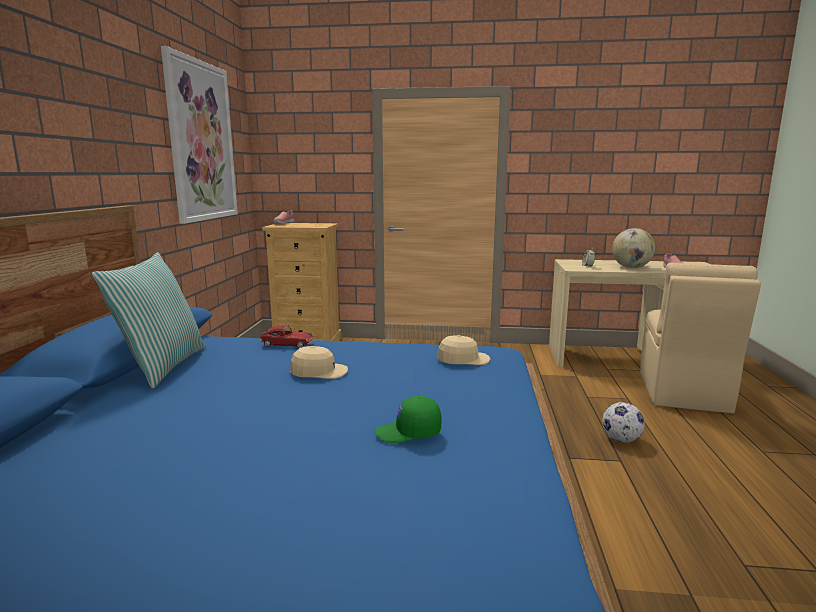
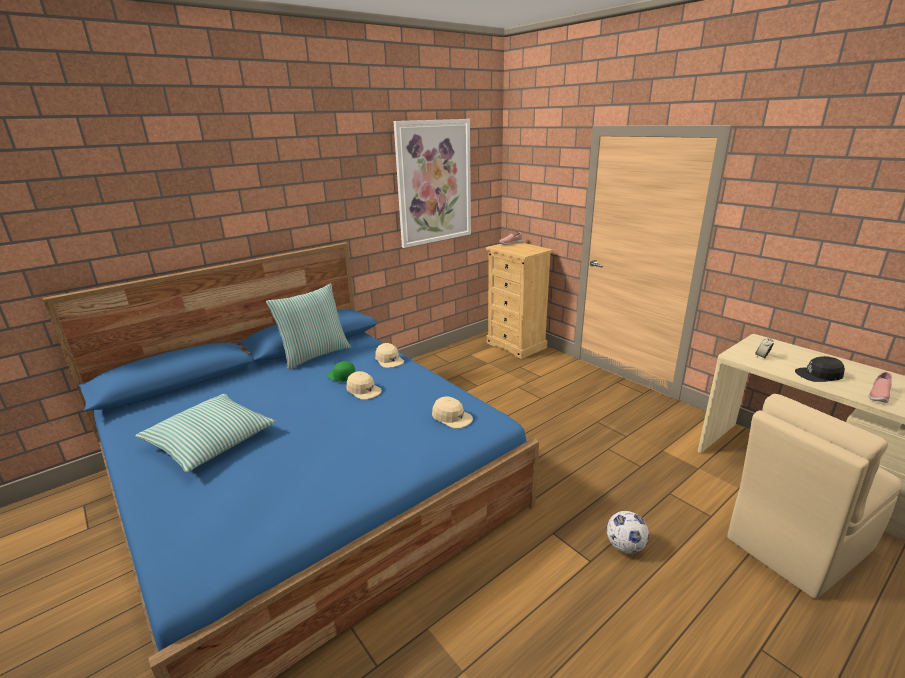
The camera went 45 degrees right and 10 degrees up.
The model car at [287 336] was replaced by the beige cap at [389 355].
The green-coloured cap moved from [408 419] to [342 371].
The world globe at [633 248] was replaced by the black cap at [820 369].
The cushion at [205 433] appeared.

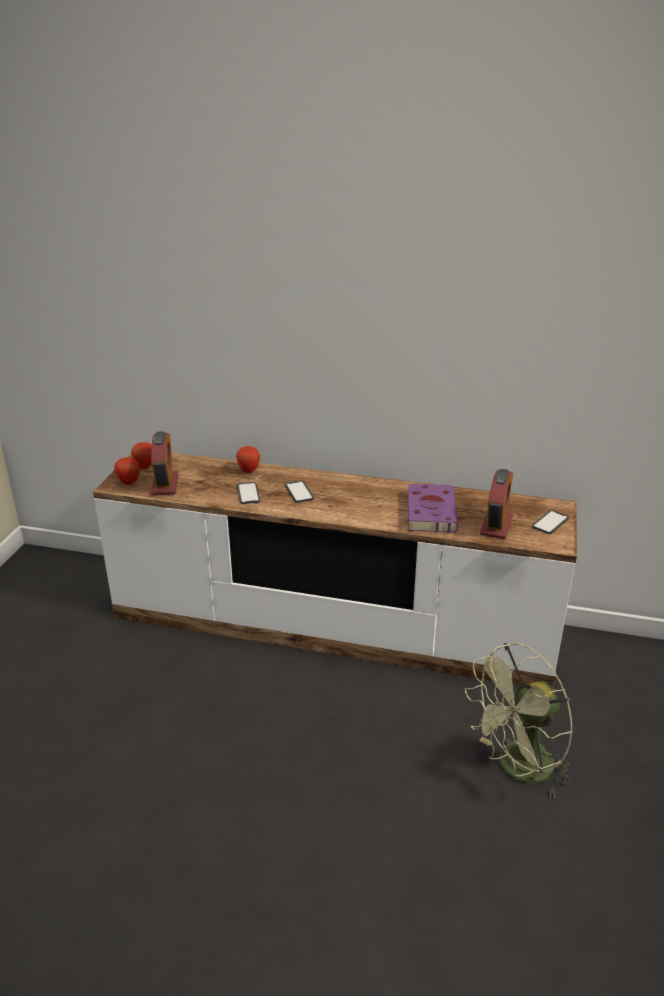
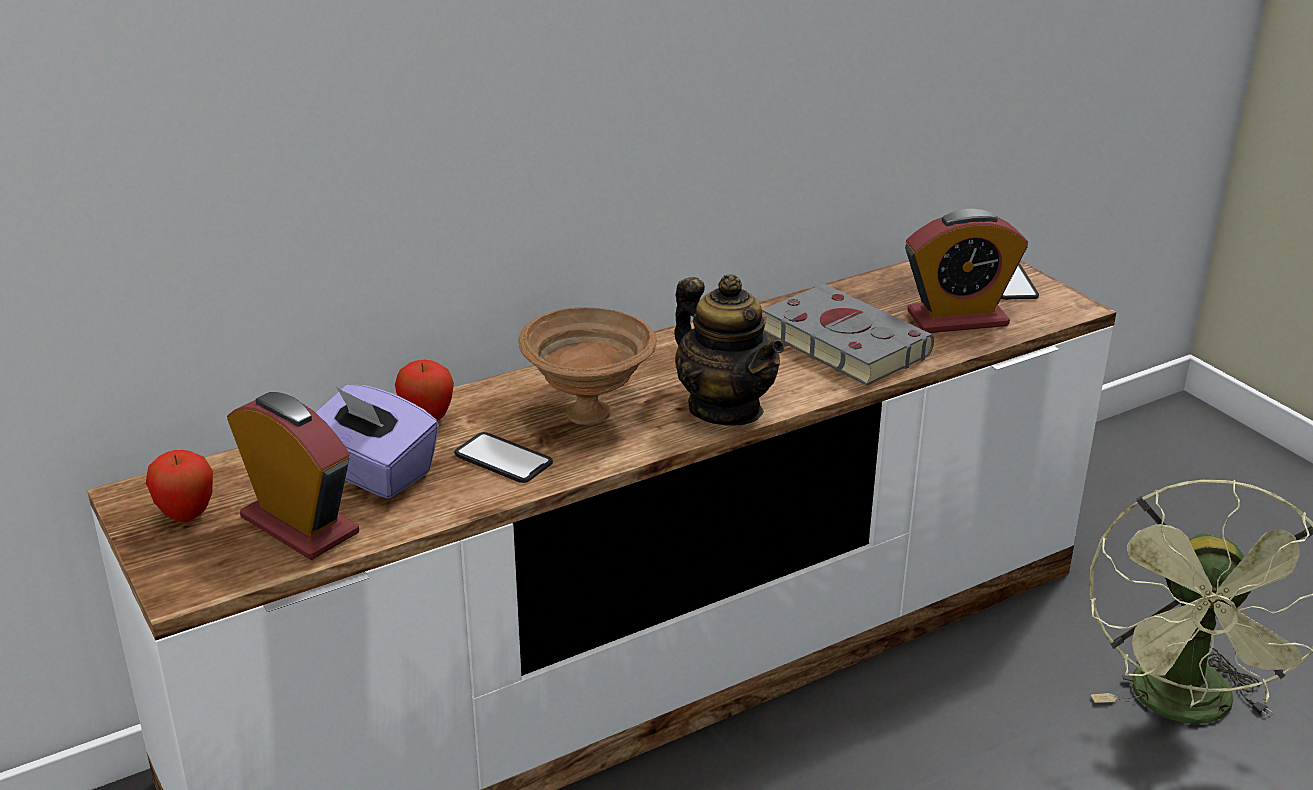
The camera went 45 degrees left and 0 degrees up.
The apple at [127 471] disappeared.
The telephone at [299 492] was replaced by the brown bowl at [587 366].
The purplish book at [433 508] became the gray book at [848 335].
The alarm clock at [496 504] turned 105 degrees clockwise.
The purplish tissue box at [377 442] appeared.
The pot for tea at [729 349] appeared.

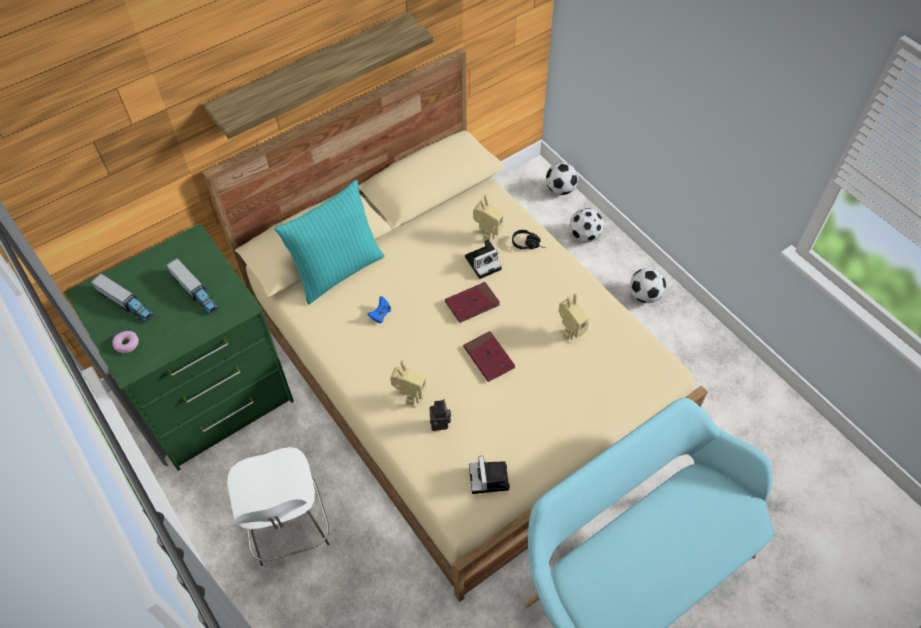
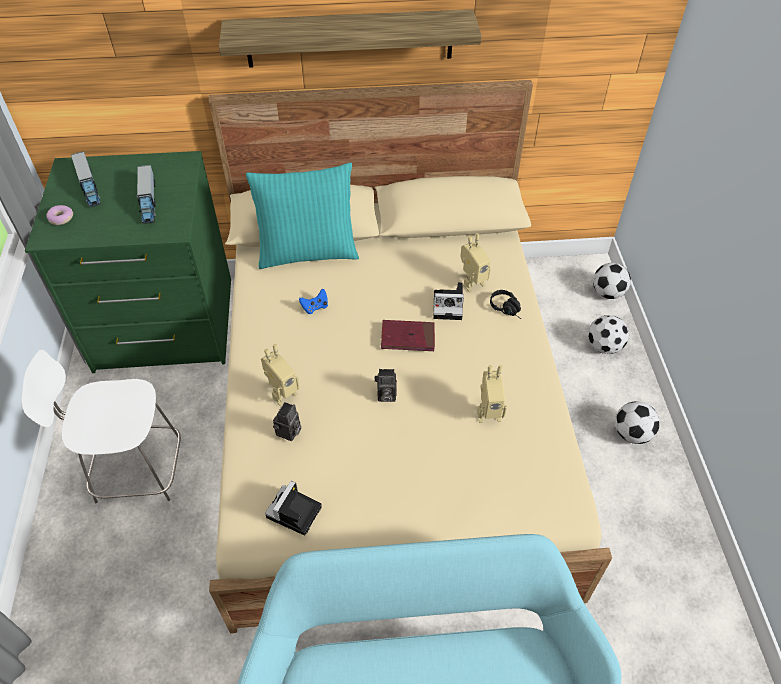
The camera went 30 degrees right and 5 degrees down.
The white-coloured chair at [279 508] turned 75 degrees clockwise.
The red-coloured book at [489 356] was replaced by the photo camera at [386 385].

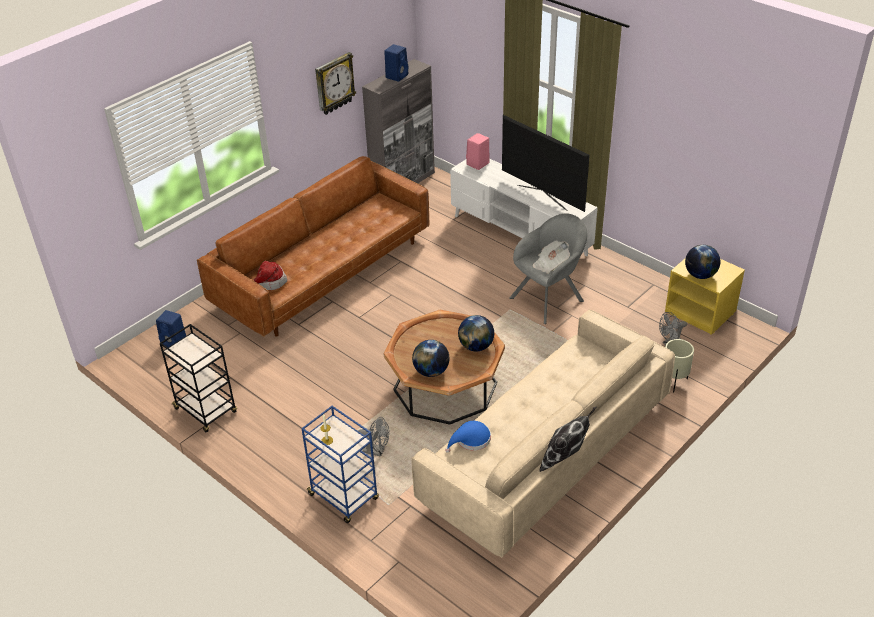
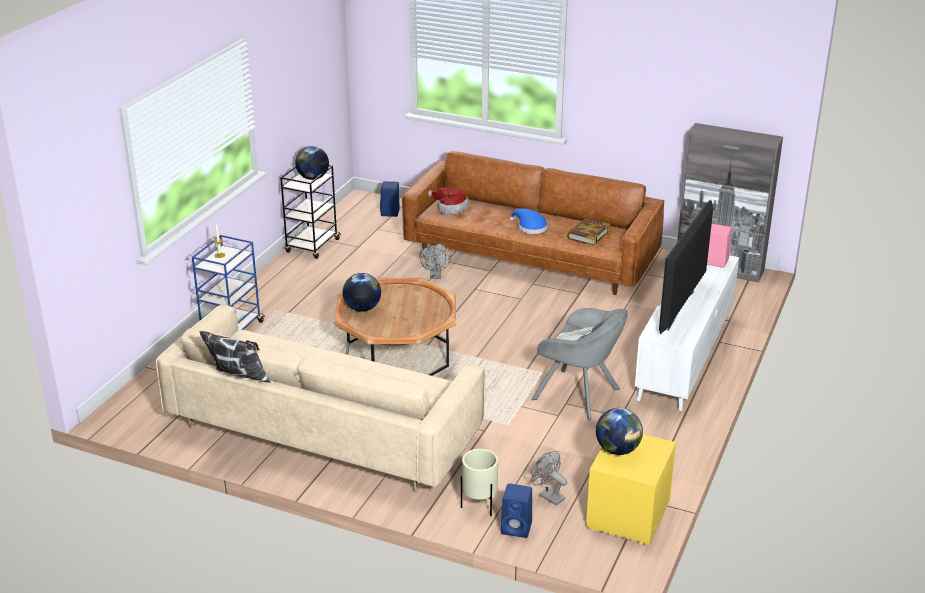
The camera went 70 degrees right and 10 degrees down.
The clock on the wall at [335 83] disappeared.
The gray electric fan moved from [374 437] to [435 260].
The bluish audio speaker moved from [396 63] to [516 511].
The bluish clothing hat moved from [468 437] to [528 221].
The world globe moved from [476 333] to [312 163].
The book at [588 232] appeared.

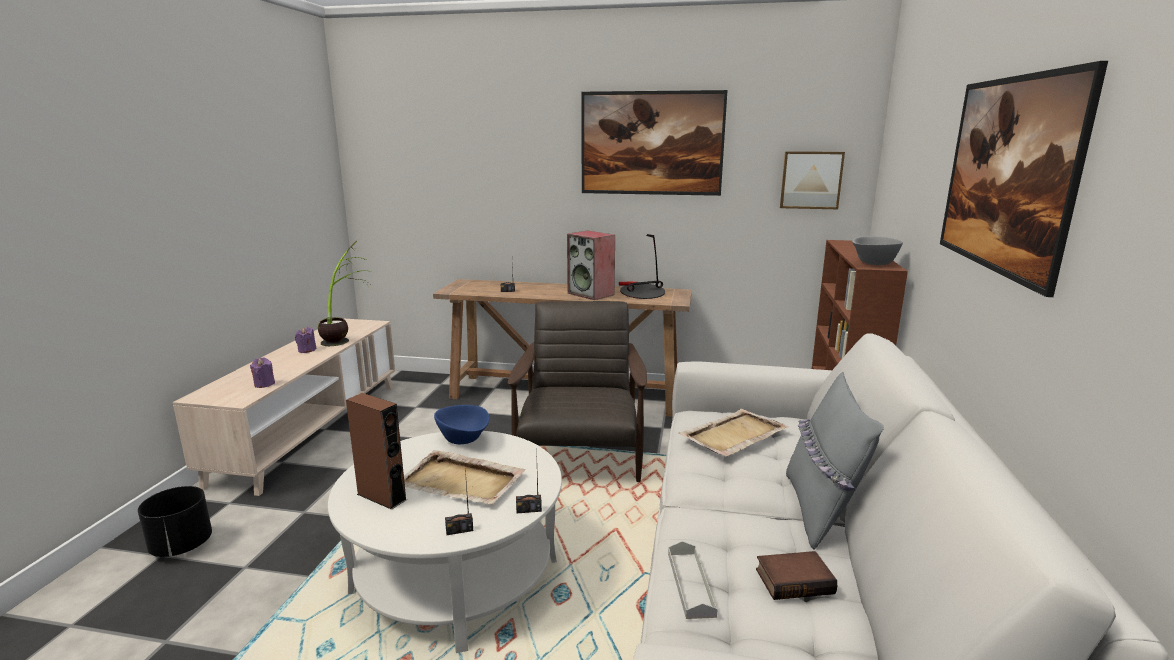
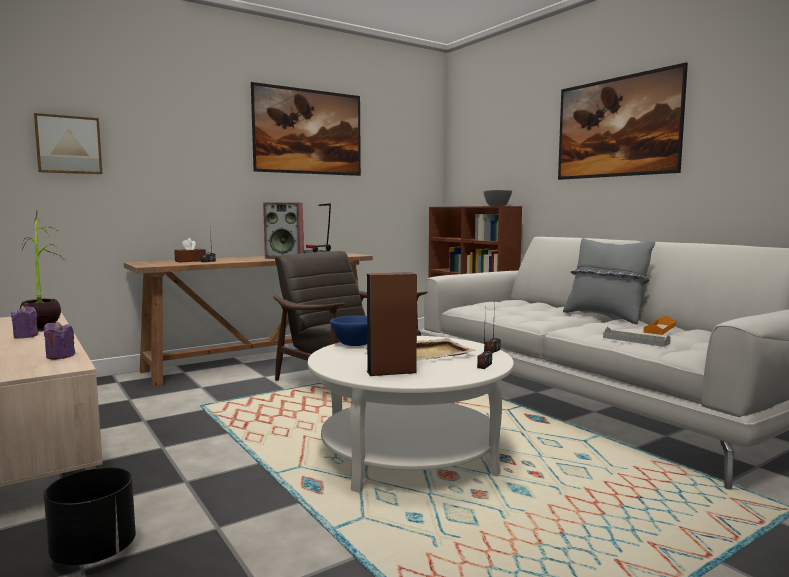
The camera went 45 degrees left and 10 degrees down.
The beige carrying tray at [734 432] disappeared.
The book at [796 575] was replaced by the orange-coloured carrying tray at [659 325].
The wall art moved from [812 180] to [68 143].
The brown tissue box at [190 250] appeared.

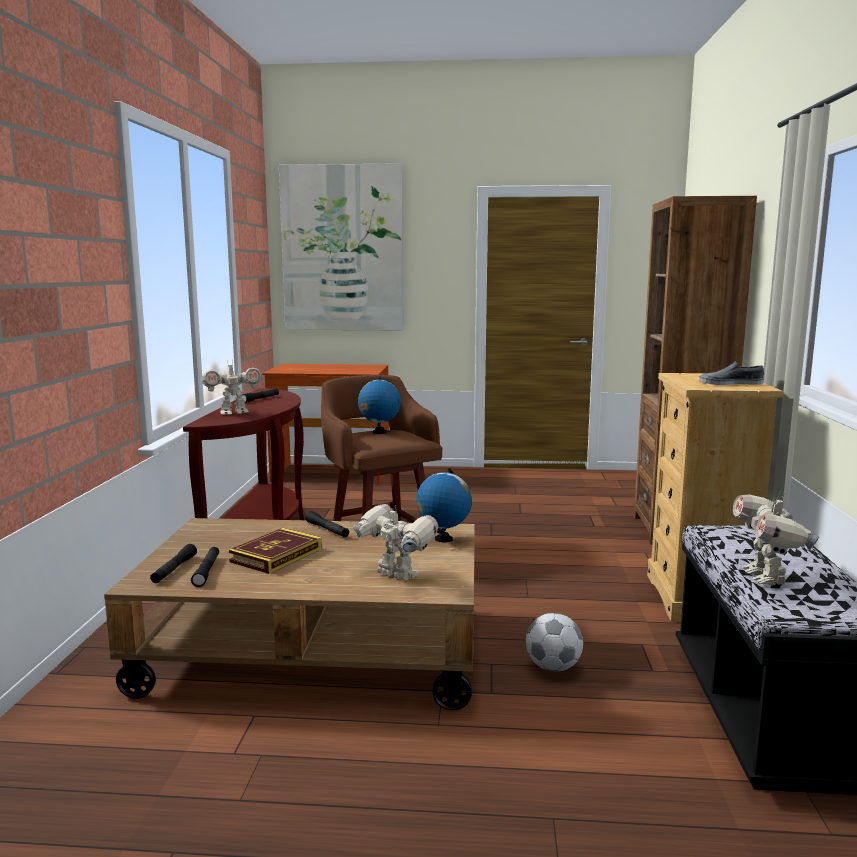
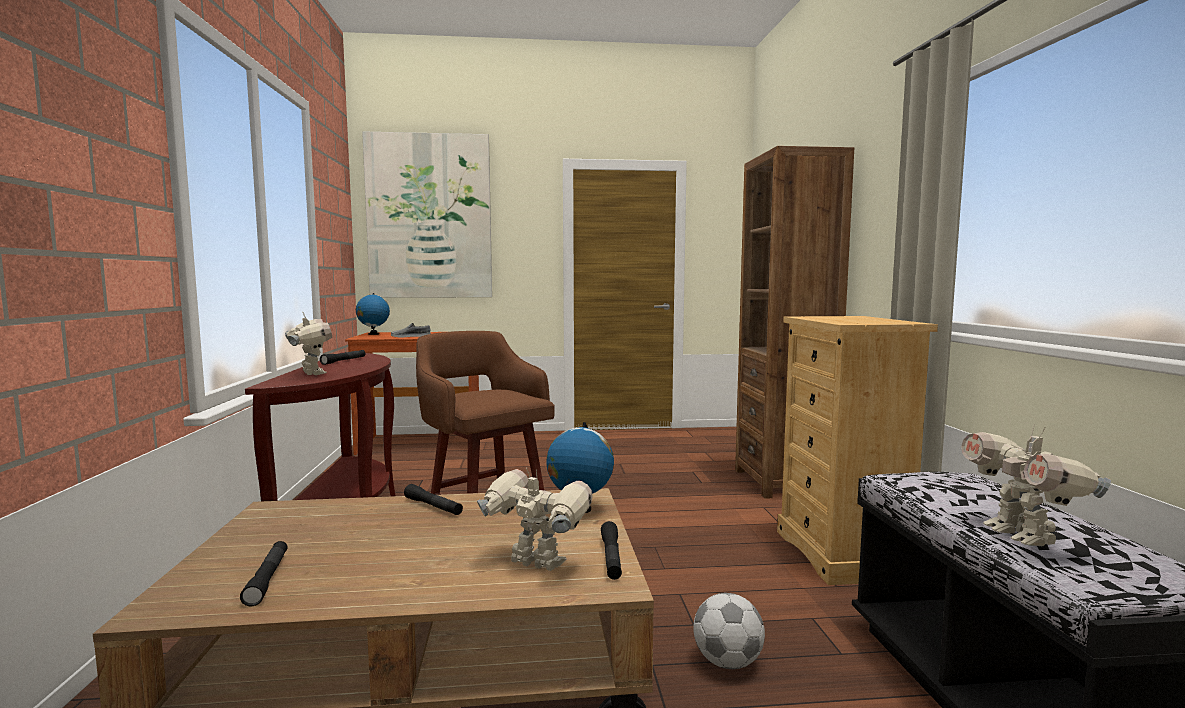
The camera went 10 degrees left and 5 degrees down.
The black flashlight moved from [173 563] to [611 550].
The robot figure at [231 387] turned 90 degrees counterclockwise.
The book at [275 551] disappeared.
The world globe moved from [379 405] to [373 314].
The gray low shoe moved from [731 373] to [411 330].

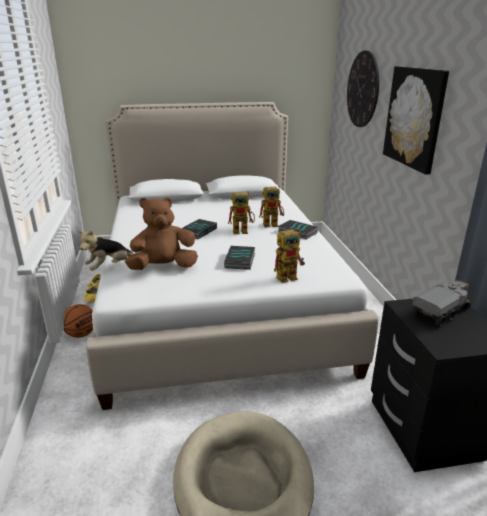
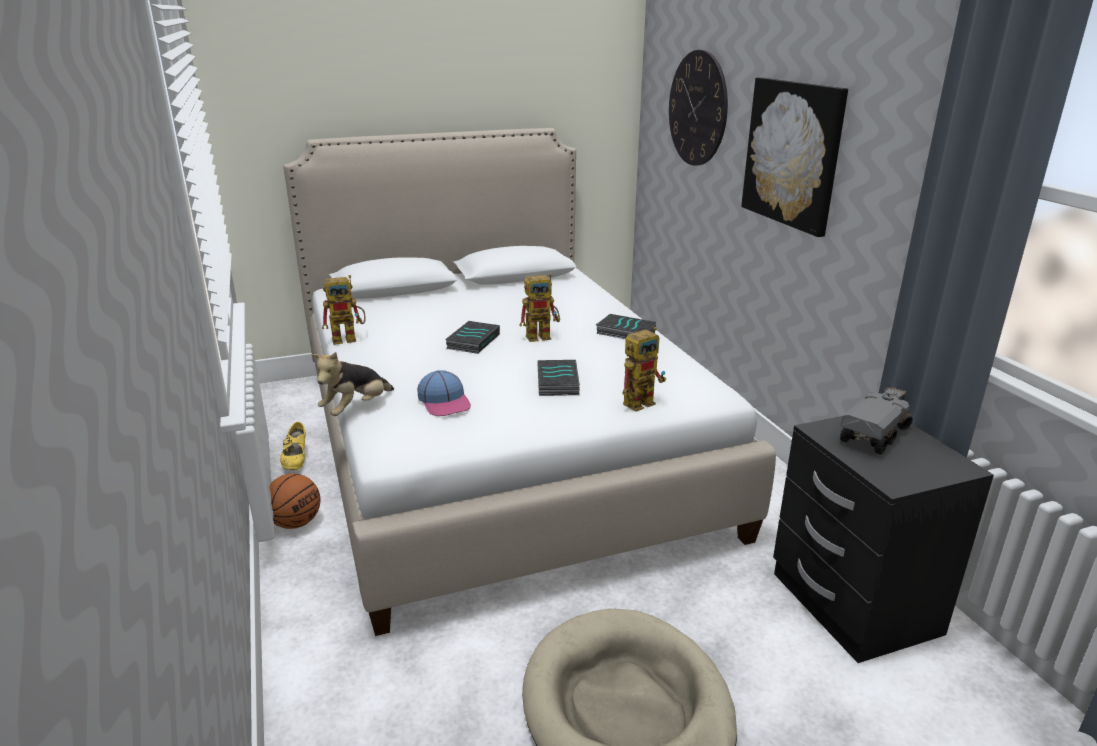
The camera went 10 degrees left and 0 degrees up.
The brown plush toy at [161 233] was replaced by the cap at [444 393].
The robot figure moved from [271 206] to [344 310].

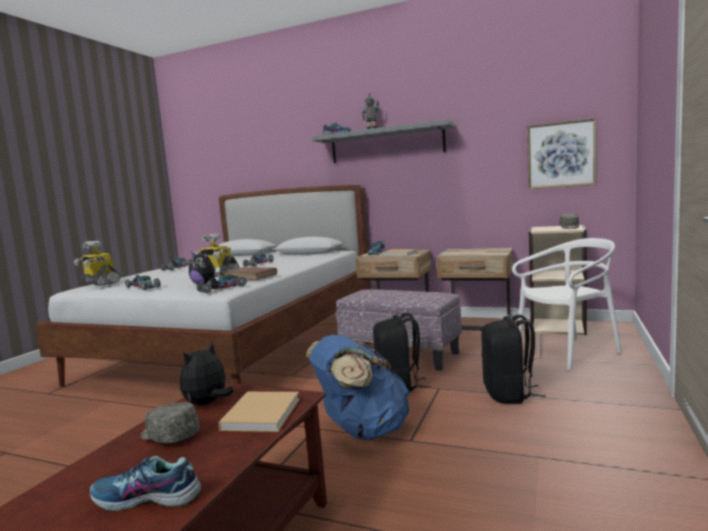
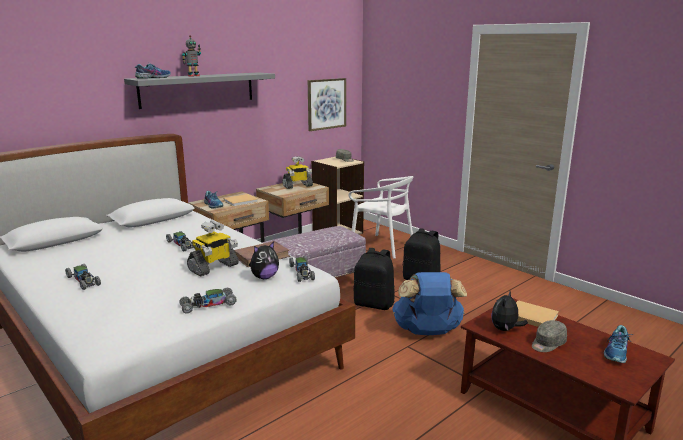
The camera went 65 degrees left and 10 degrees up.
The robot figure moved from [97 263] to [297 172].
The plush toy at [207 373] turned 60 degrees clockwise.
The white-coloured chair at [567 304] turned 120 degrees clockwise.

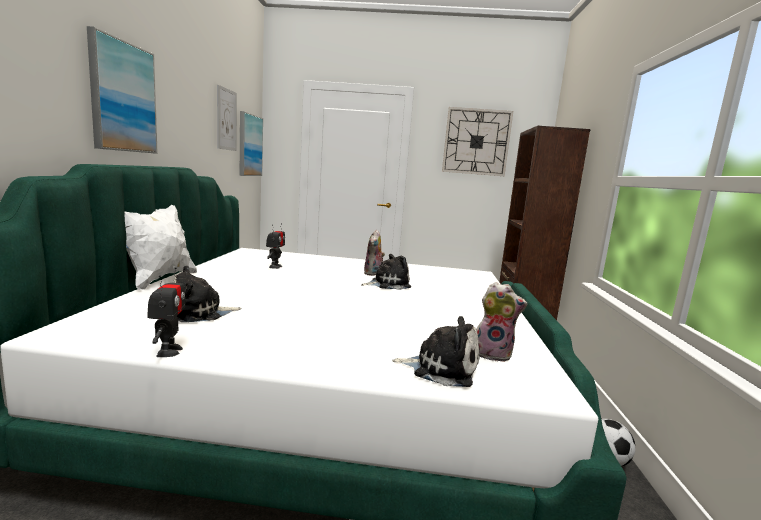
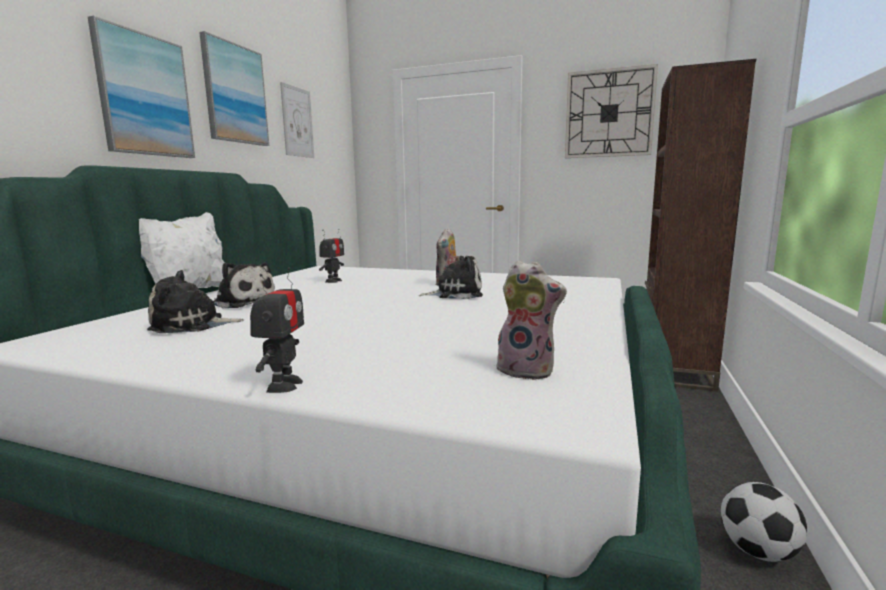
The camera went 15 degrees right and 0 degrees up.
The robot figure moved from [166 312] to [277 330].
The wall art moved from [251 143] to [234 88].
The plush toy moved from [436 351] to [243 285].

